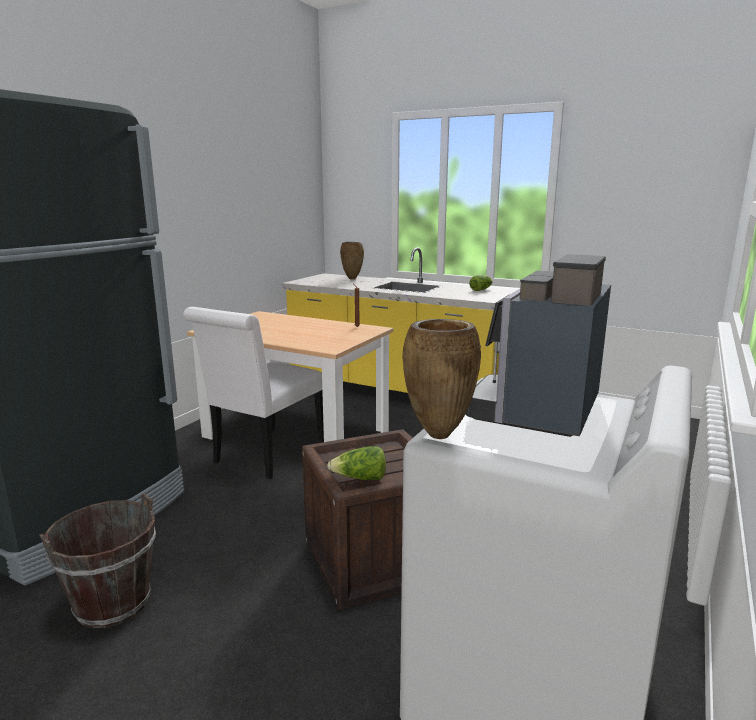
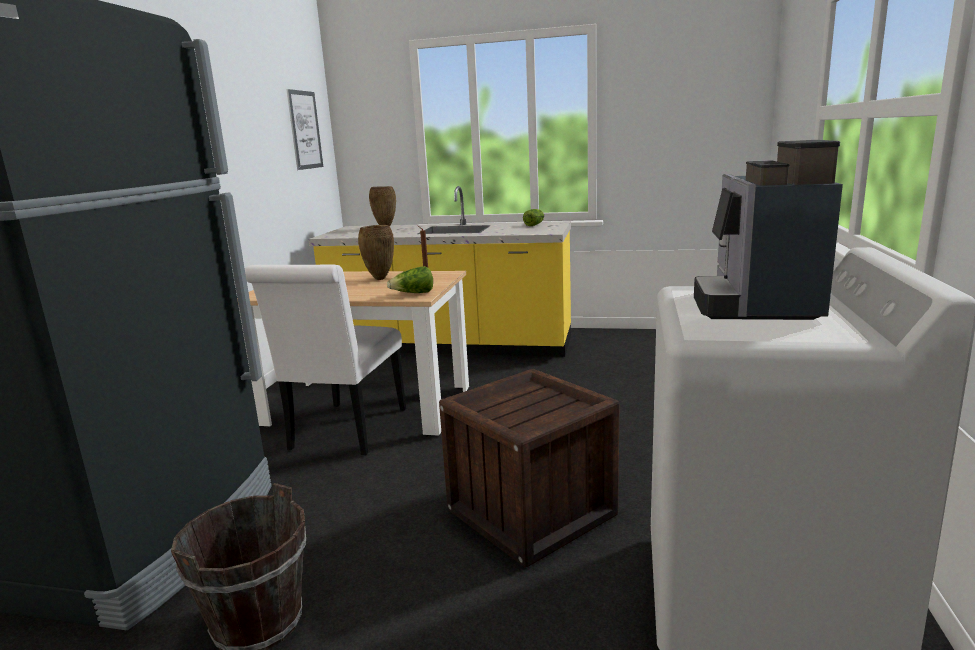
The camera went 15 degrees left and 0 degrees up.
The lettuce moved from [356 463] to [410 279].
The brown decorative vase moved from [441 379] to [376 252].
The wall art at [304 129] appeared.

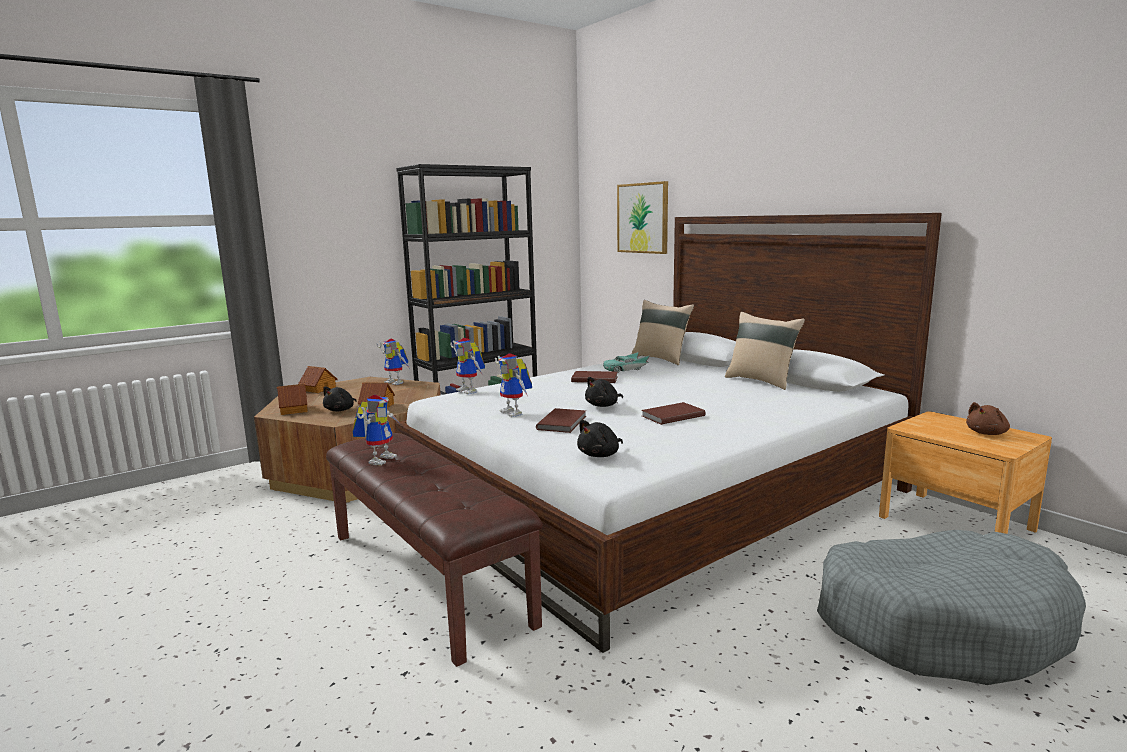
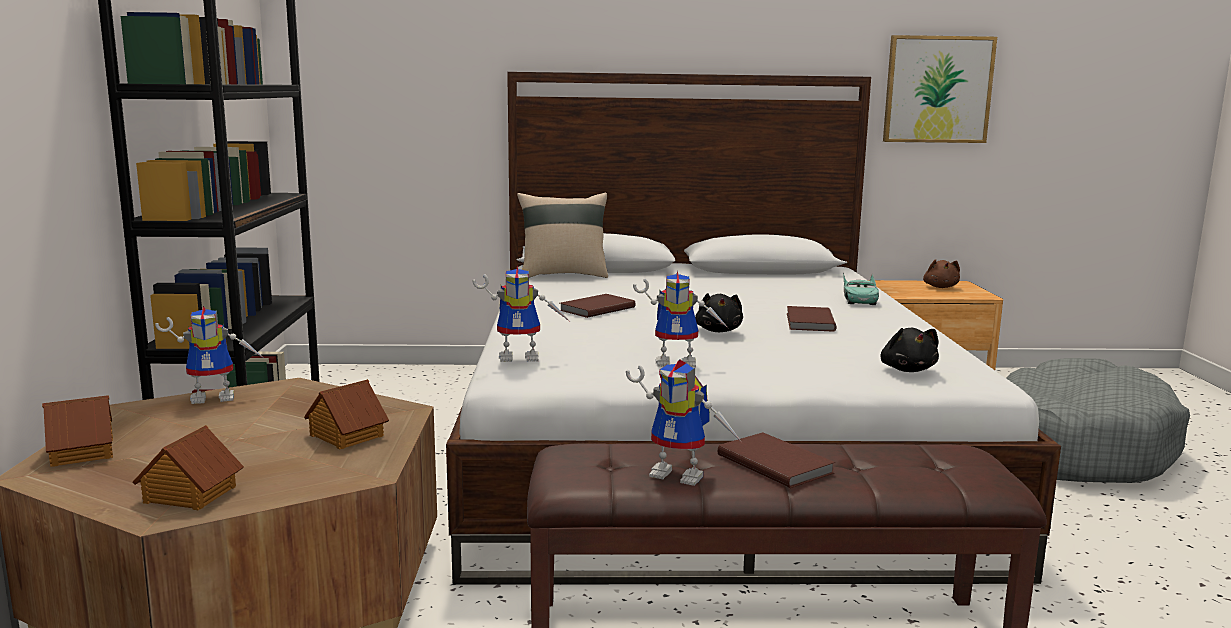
The camera went 55 degrees left and 0 degrees up.
The black plush toy at [340 398] disappeared.
The robot figure at [376 430] turned 150 degrees clockwise.
The brown book moved from [561 420] to [776 460].
The turquoise-coloured model car moved from [626 362] to [861 289].
The wall art moved from [642 217] to [940 89].
The beige cushion at [765 351] disappeared.

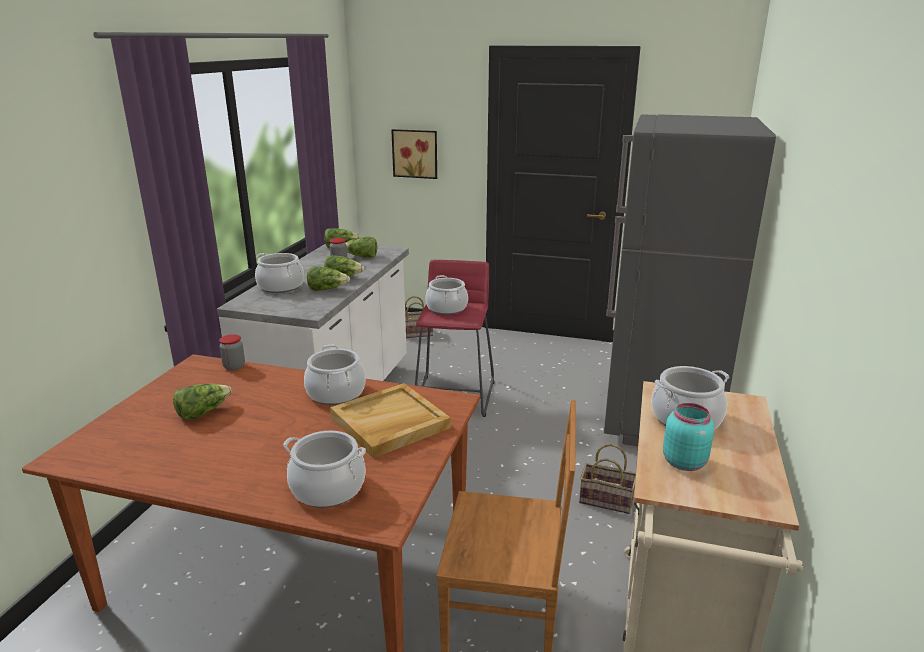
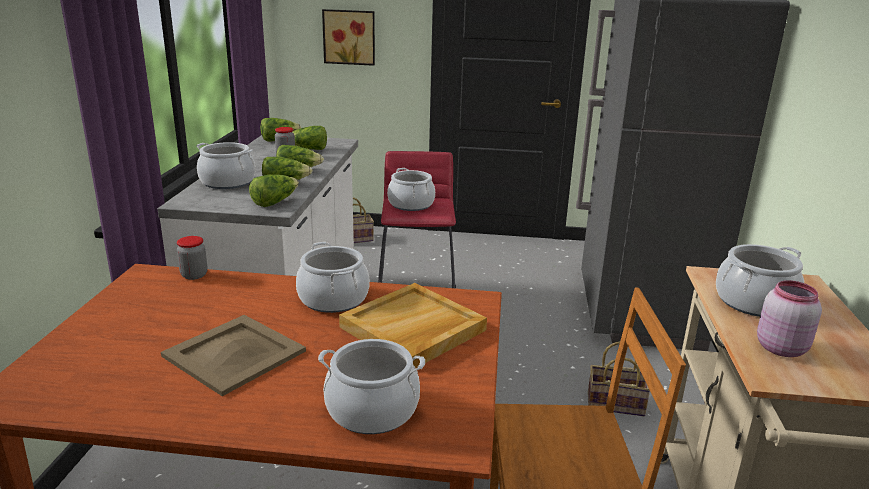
The camera went 10 degrees left and 0 degrees up.
The lettuce moved from [202 402] to [274 191].
The turquoise-coloured preserve jar at [688 437] became the pinkish preserve jar at [789 318].
The beige carrying tray at [233 355] appeared.

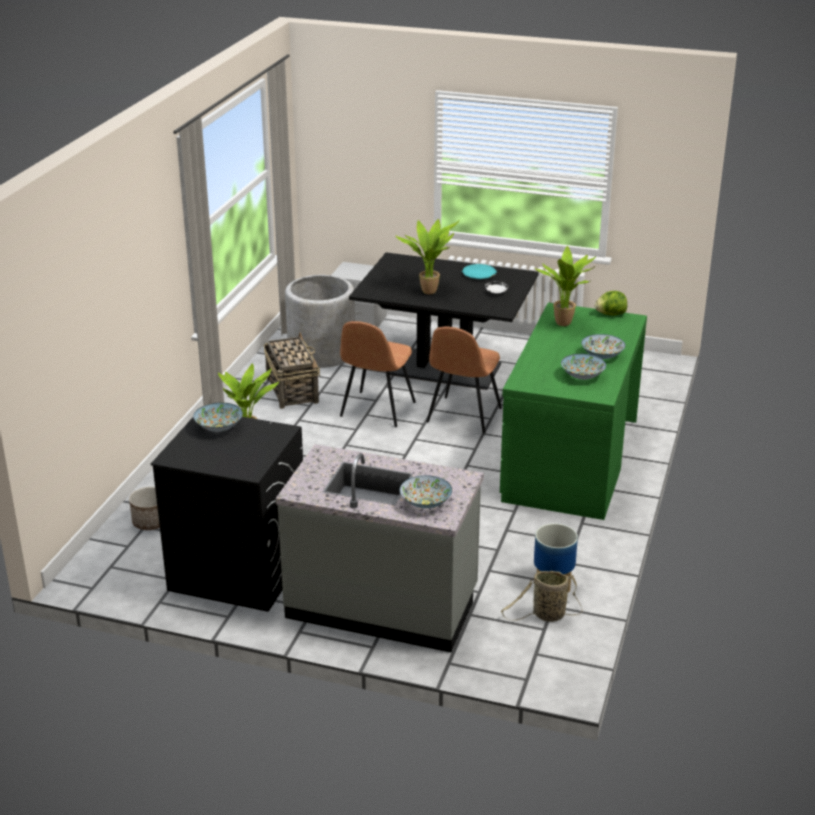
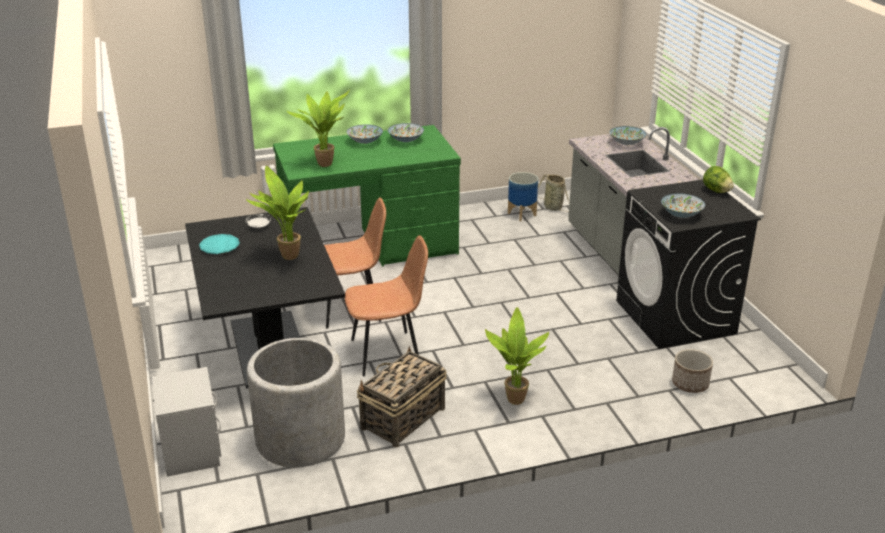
The camera went 125 degrees left and 0 degrees up.
The lettuce moved from [611 303] to [718 179].

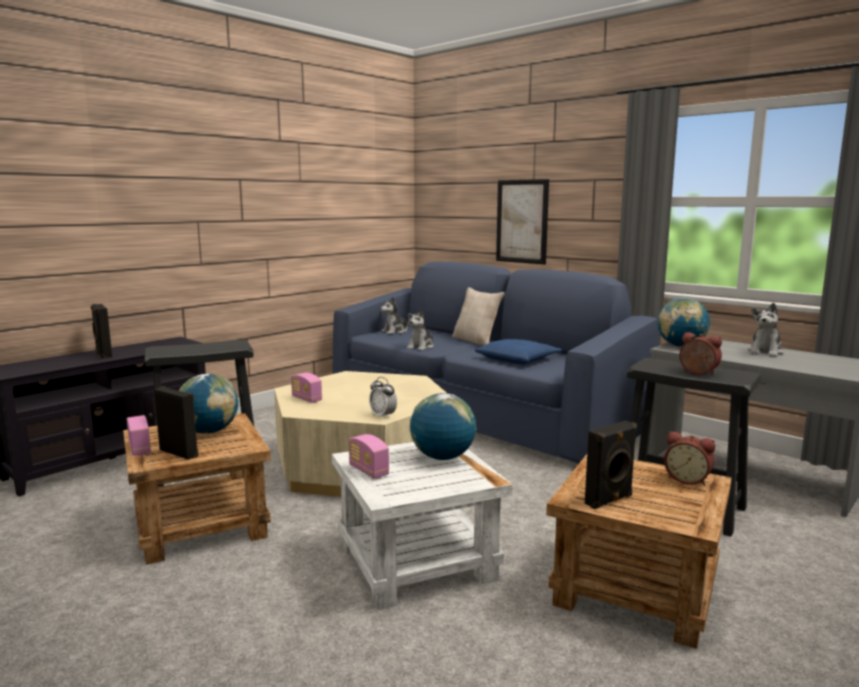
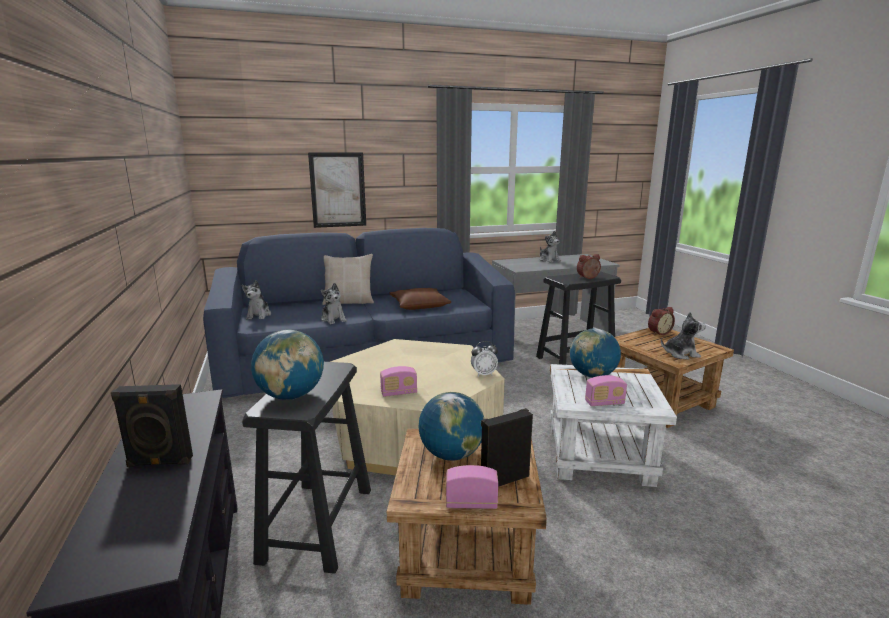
The camera went 60 degrees left and 5 degrees up.
The bluish cushion at [518 351] became the brown cushion at [420 299].
The black audio speaker at [611 464] was replaced by the plush toy at [683 336].
The world globe moved from [683 322] to [287 365].

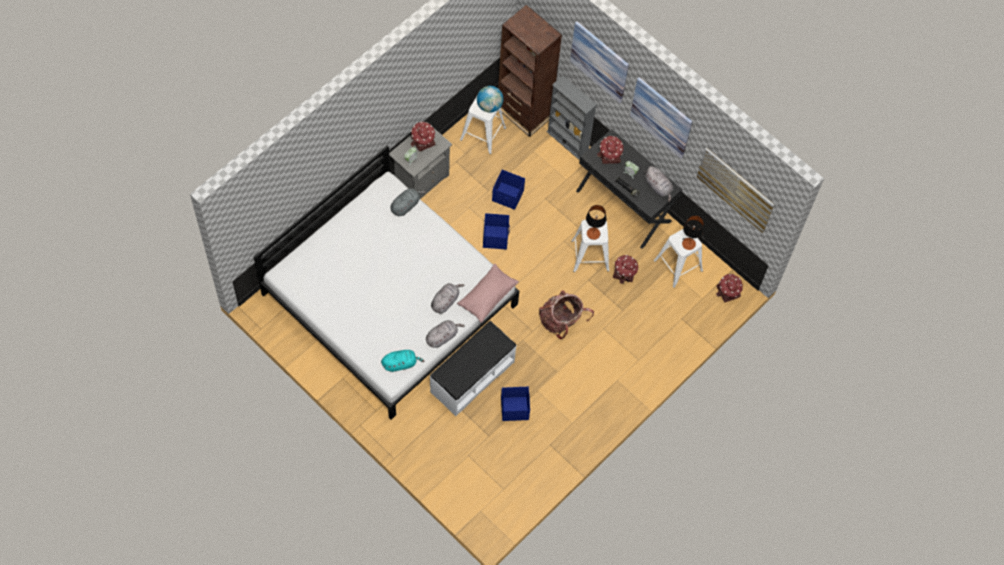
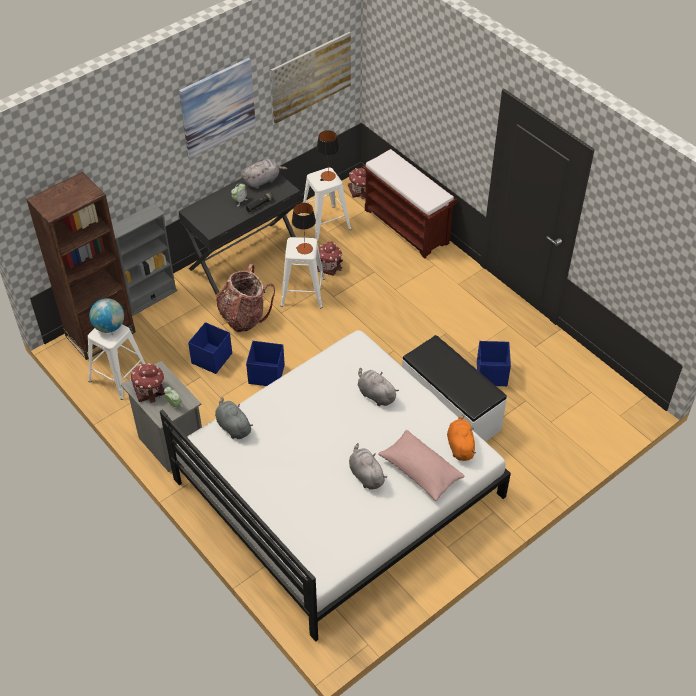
The camera went 80 degrees left and 15 degrees down.
The turquoise-coloured plush toy at [402 361] became the orange-coloured plush toy at [461 438].
The gray plush toy moved from [445 334] to [368 466].
The pinkish cushion moved from [488 293] to [421 465].
The rucksack moved from [566 314] to [245 298].
The wall art at [599 62] disappeared.
The model house at [610 150] disappeared.
The brown bench at [410 204] appeared.

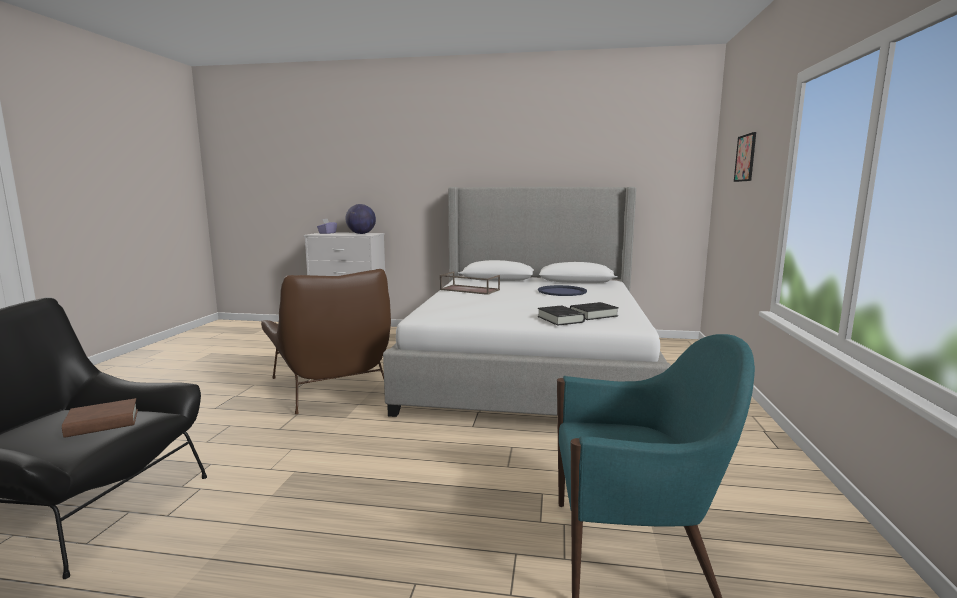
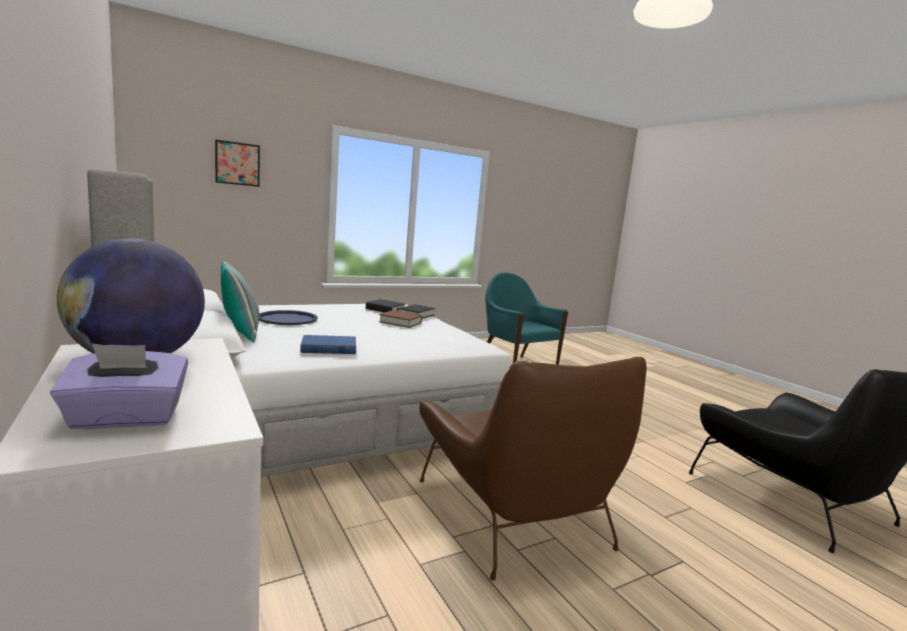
The camera went 130 degrees left and 0 degrees up.
The brown book moved from [100 418] to [400 319].
The brown armchair at [326 341] turned 135 degrees clockwise.
The brown carrying tray at [470 283] was replaced by the bluish book at [328 344].
The cushion at [240 301] appeared.

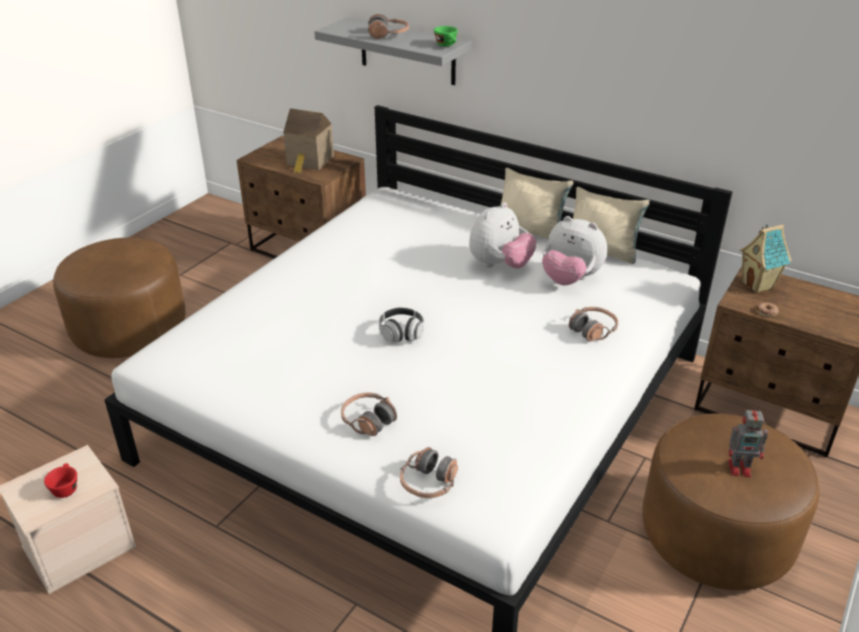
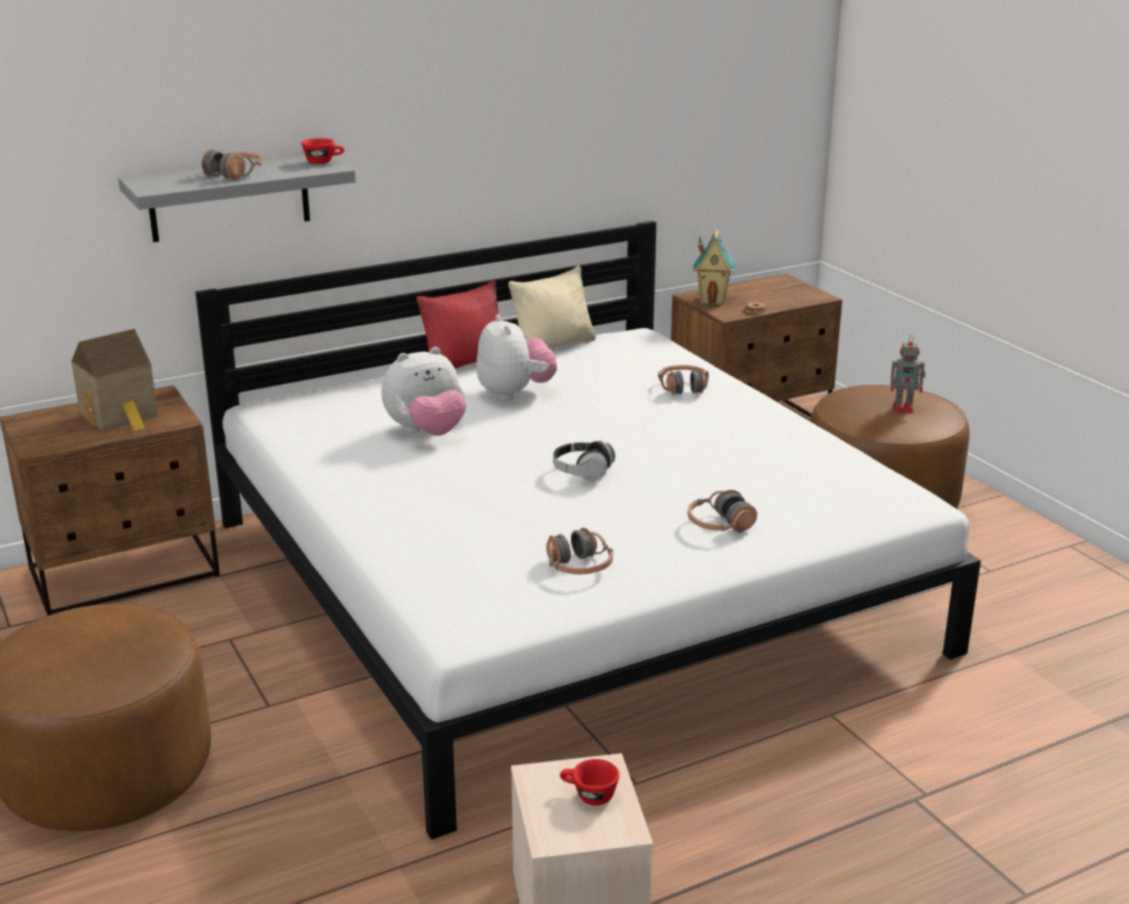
The camera went 60 degrees left and 10 degrees down.
The headphones moved from [429 472] to [579 551].
The green-coloured small cup at [446 36] became the red-coloured small cup at [323 151].
The beige cushion at [537 203] became the red-coloured cushion at [457 324].
The plush toy moved from [574 251] to [424 391].
The robot figure at [748 442] turned 60 degrees clockwise.

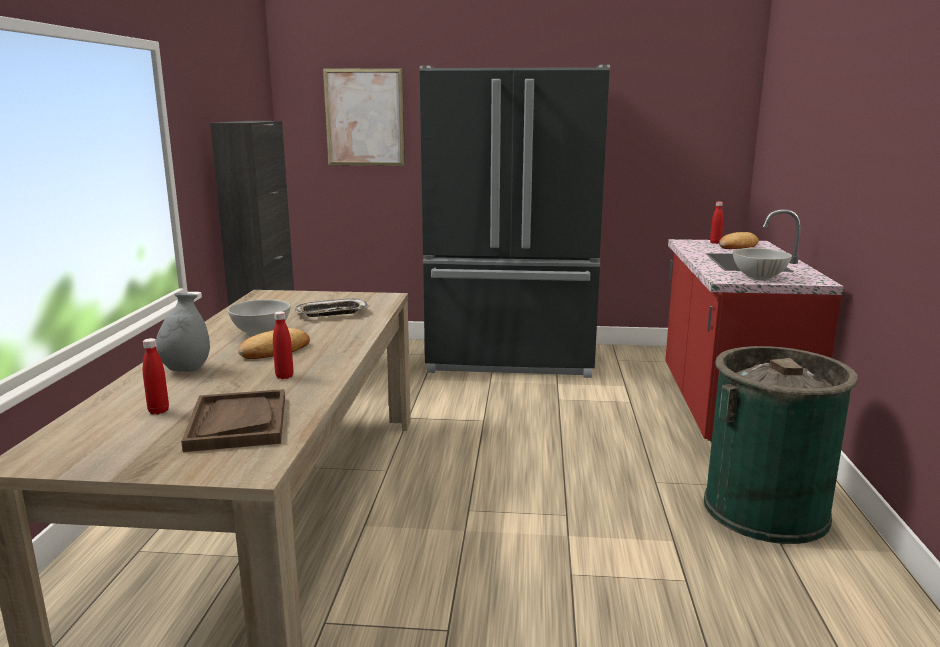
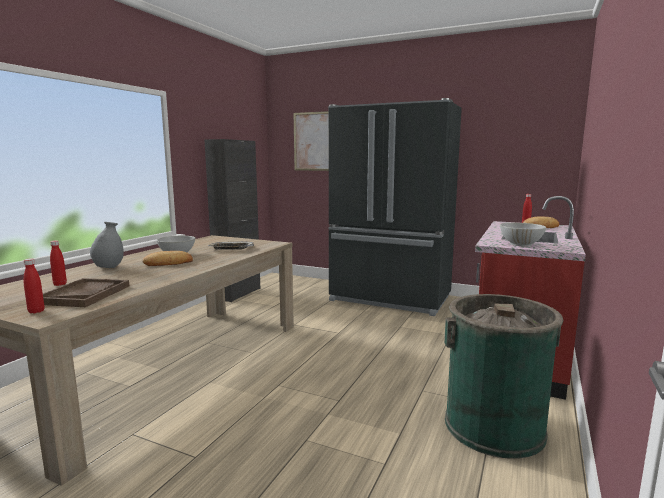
The camera went 20 degrees right and 5 degrees down.
The red-coloured drink bottle moved from [283 345] to [34 285].

